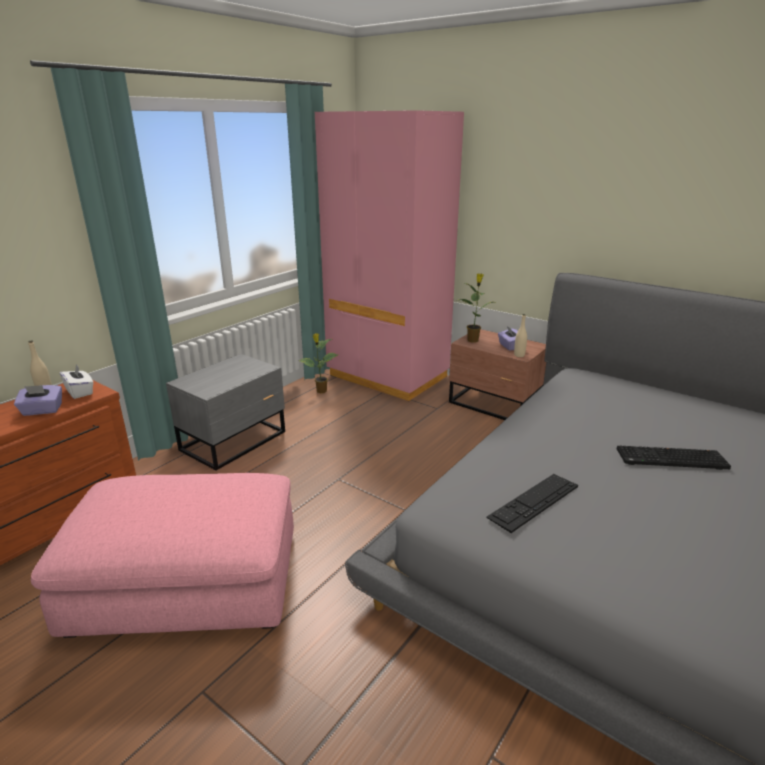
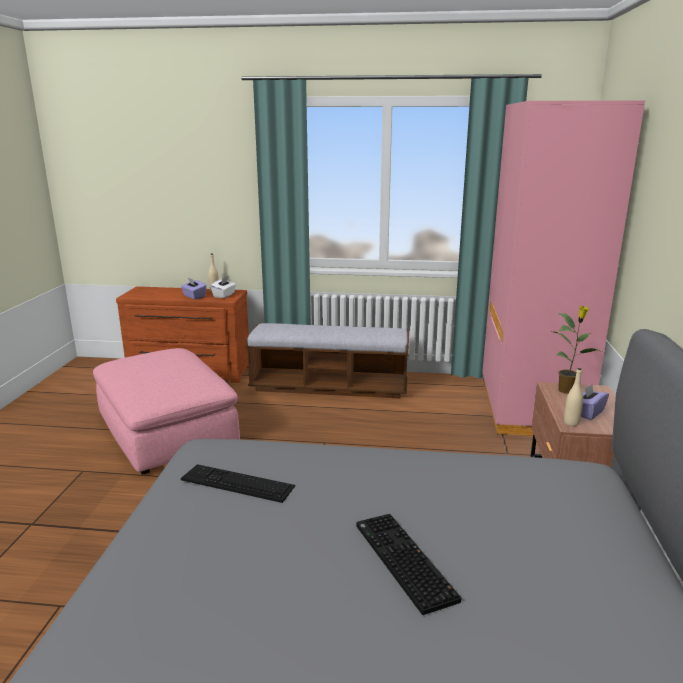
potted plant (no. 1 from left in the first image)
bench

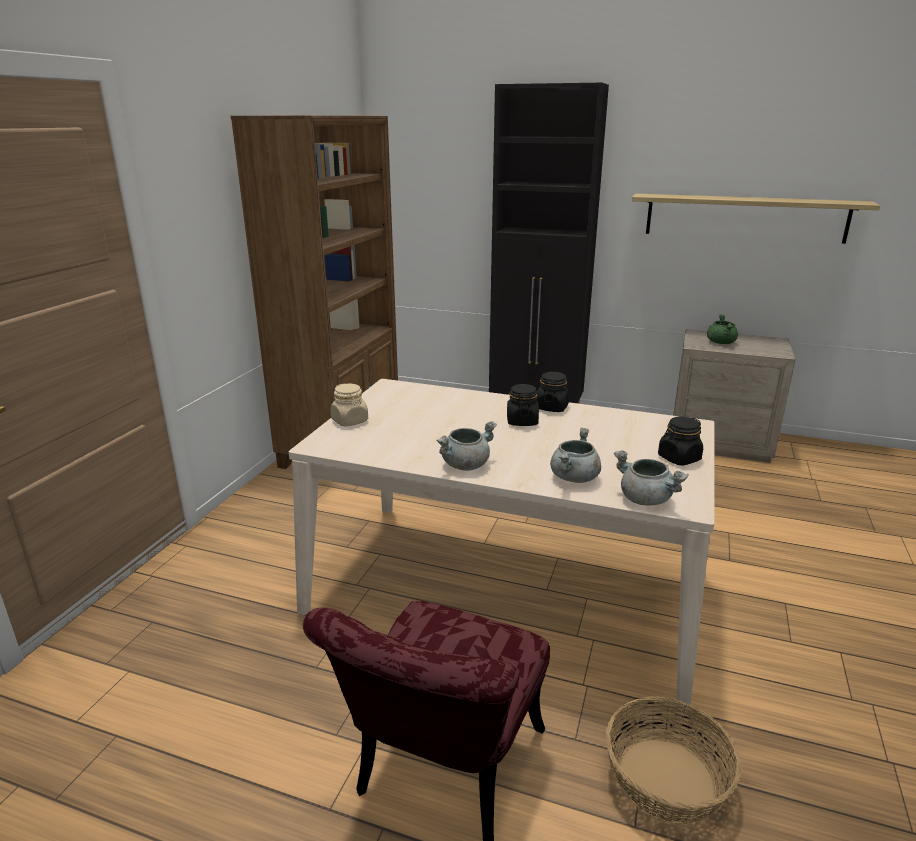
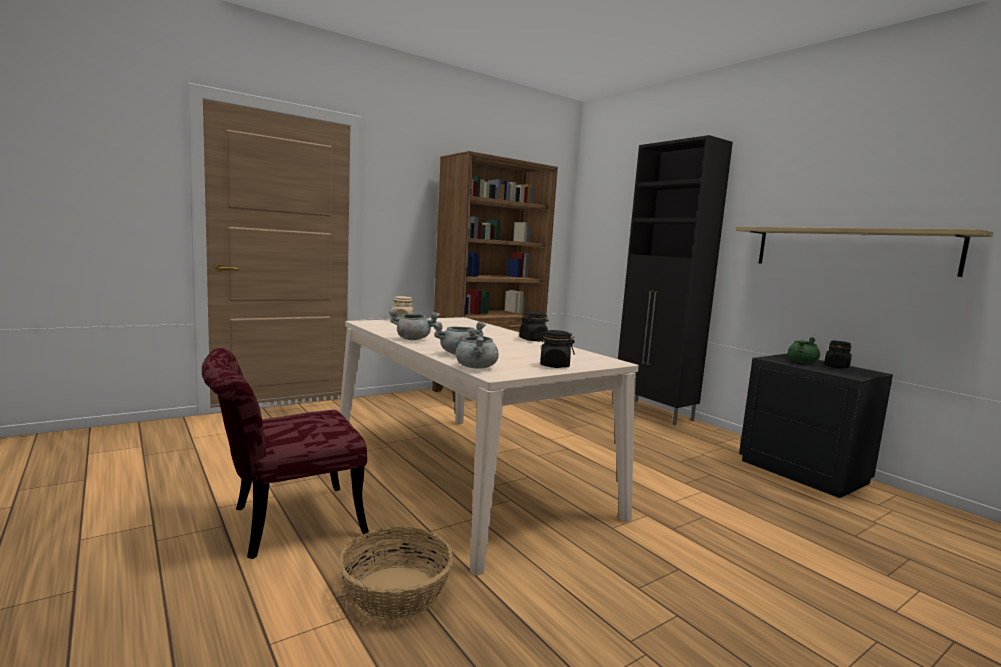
nightstand (black)
jar (black) (no. 3 from left)

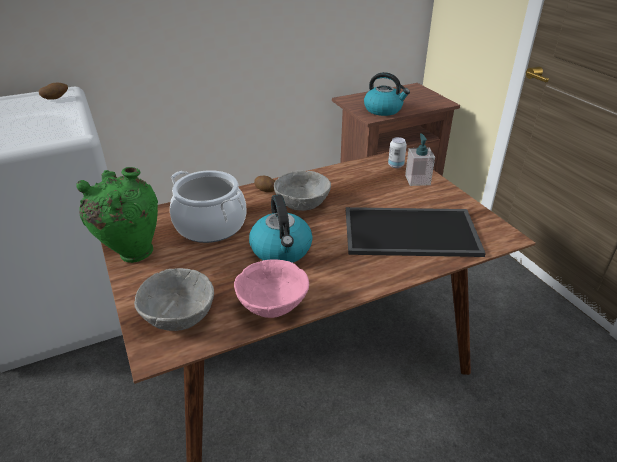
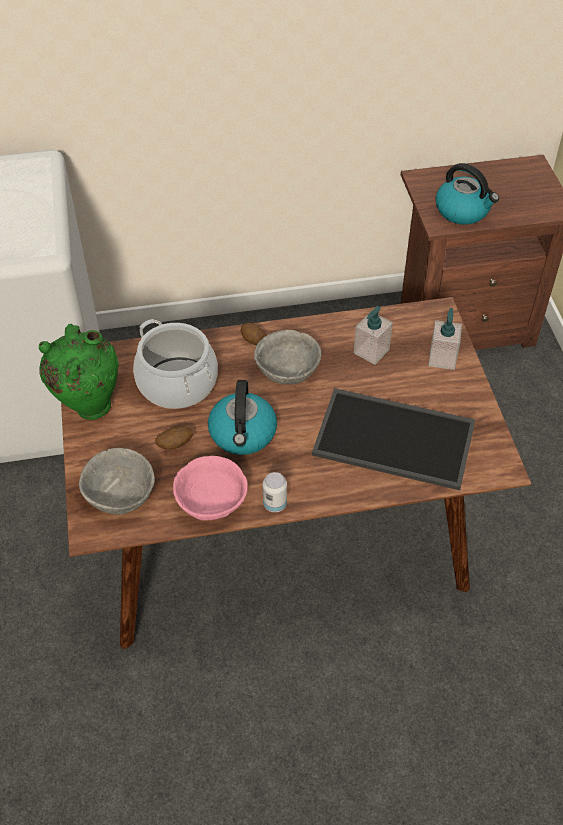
potato (no. 1 from left)
can
soap dispenser (no. 1 from left)

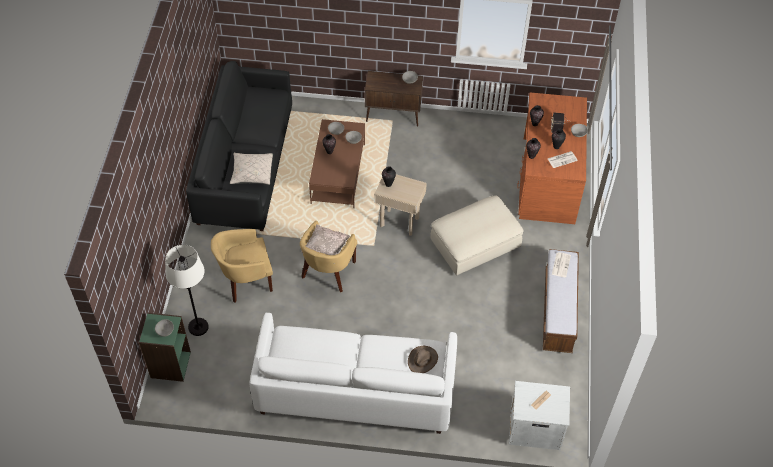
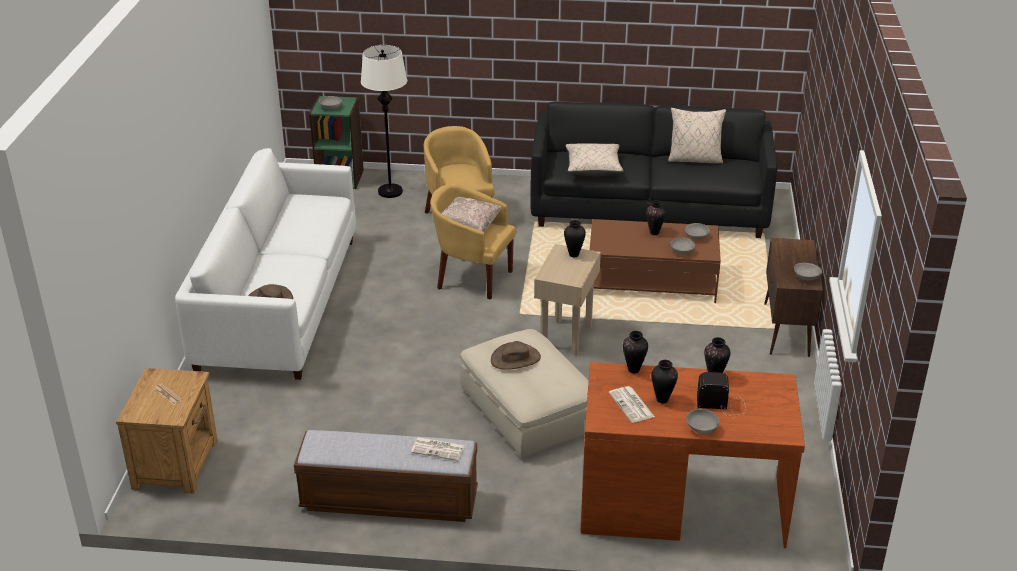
nightstand (brown)
pillow (beige) (no. 3 from left)
hat (brown) (no. 2 from left)

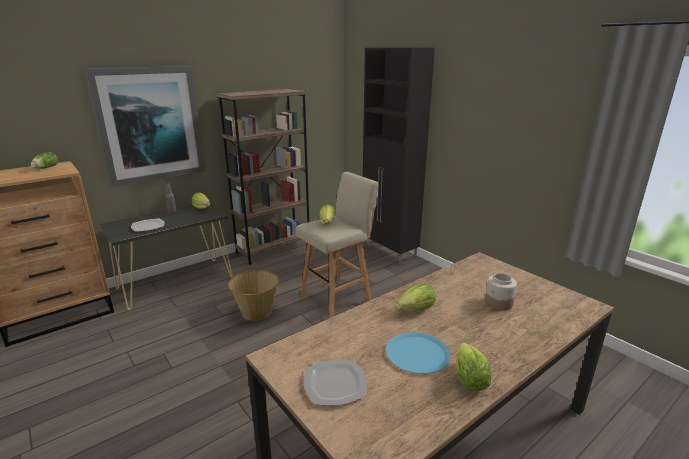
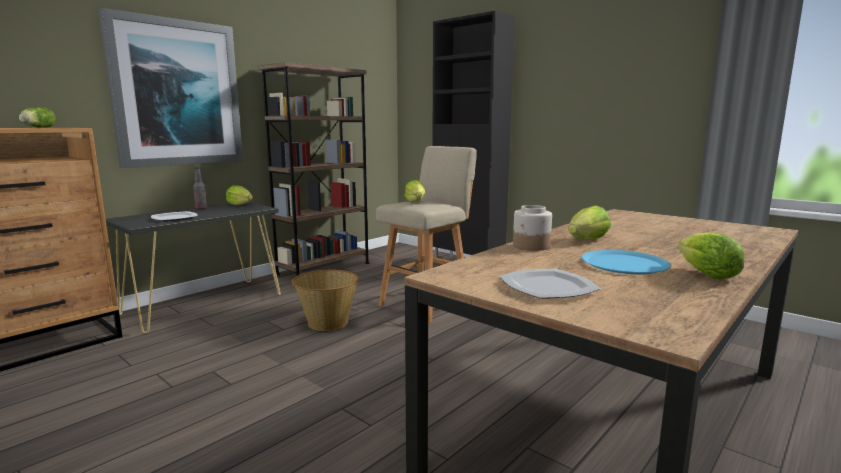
jar

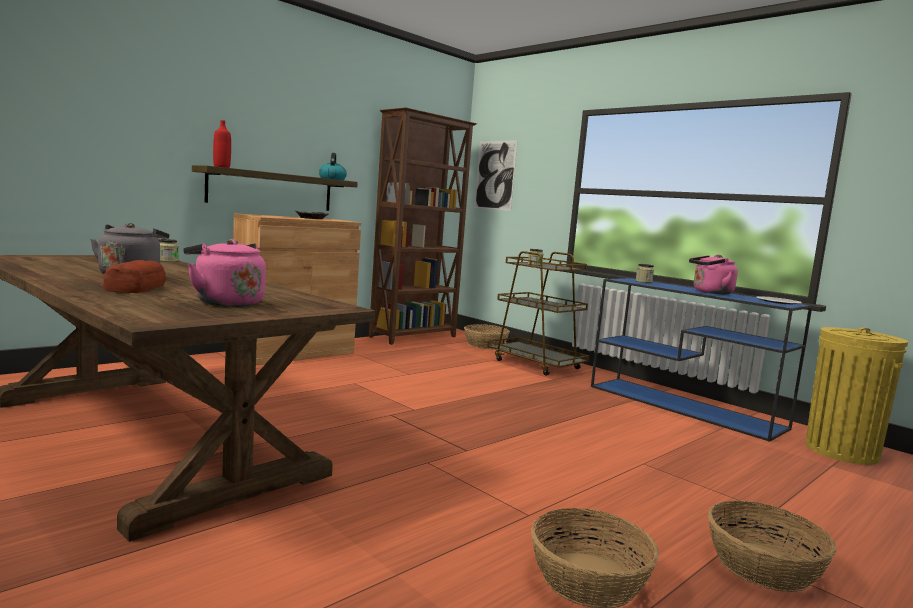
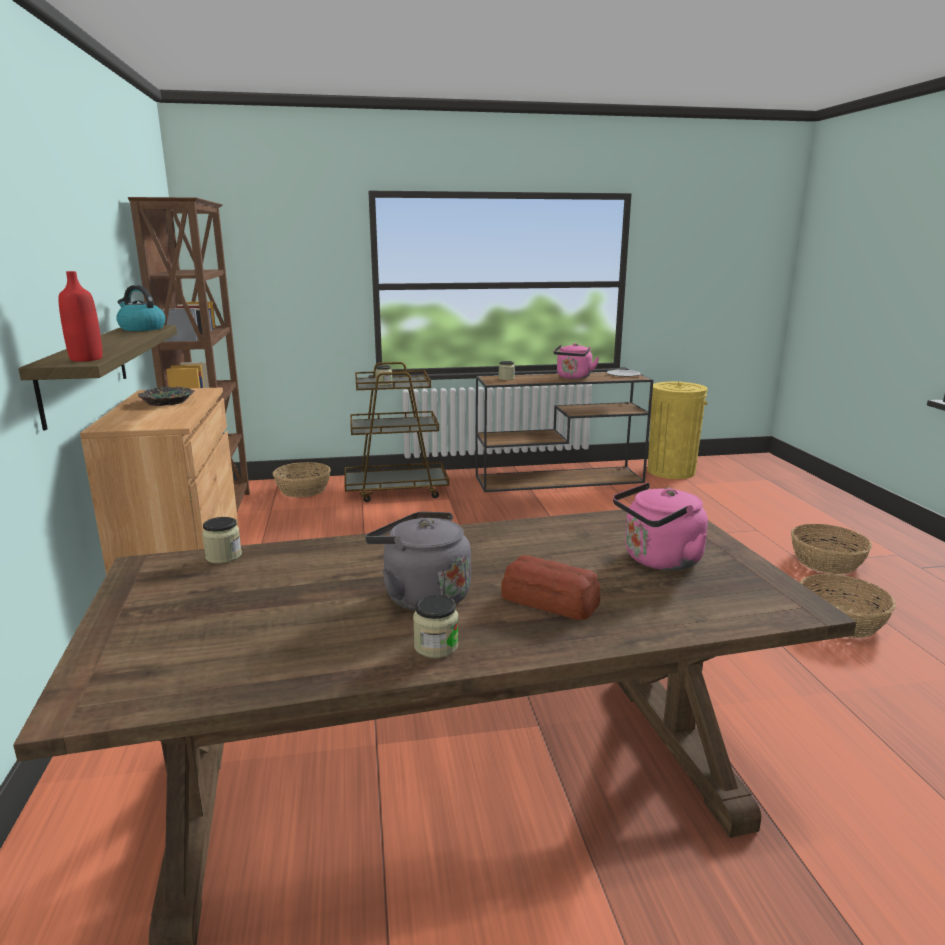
picture
console table (brown)
jar (no. 3 from left)

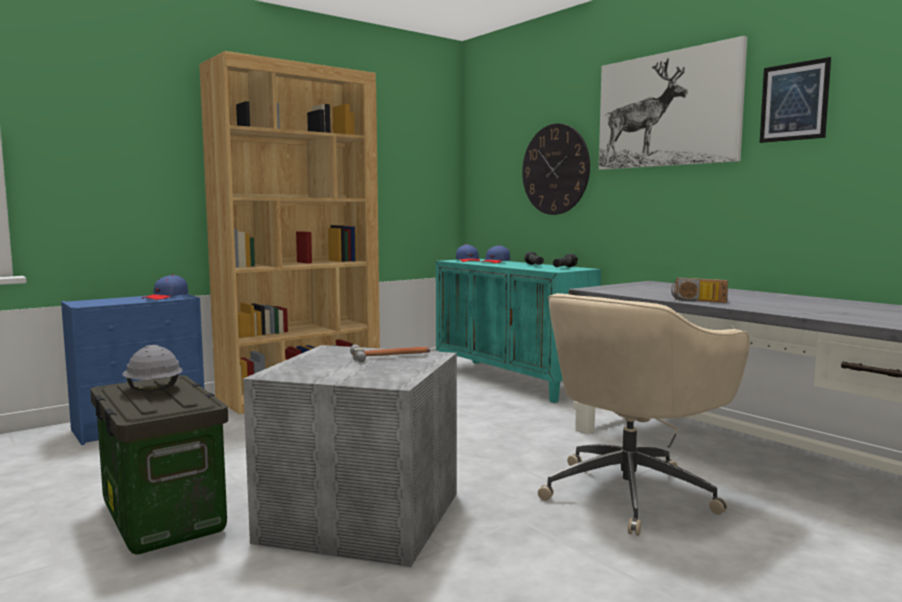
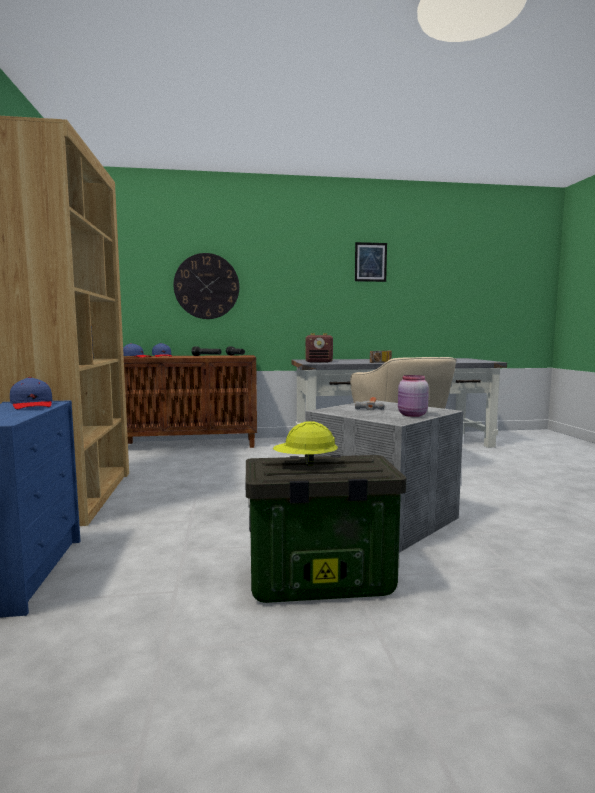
picture (no. 1 from left in the first image)
cabinet (brown)
hard hat (yellow)
radio (no. 1 from left)
jar (pink)

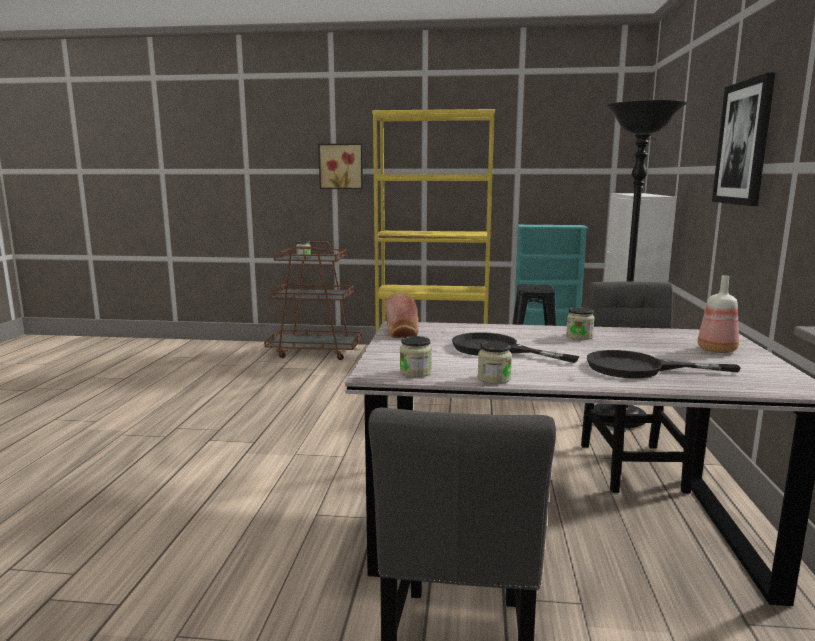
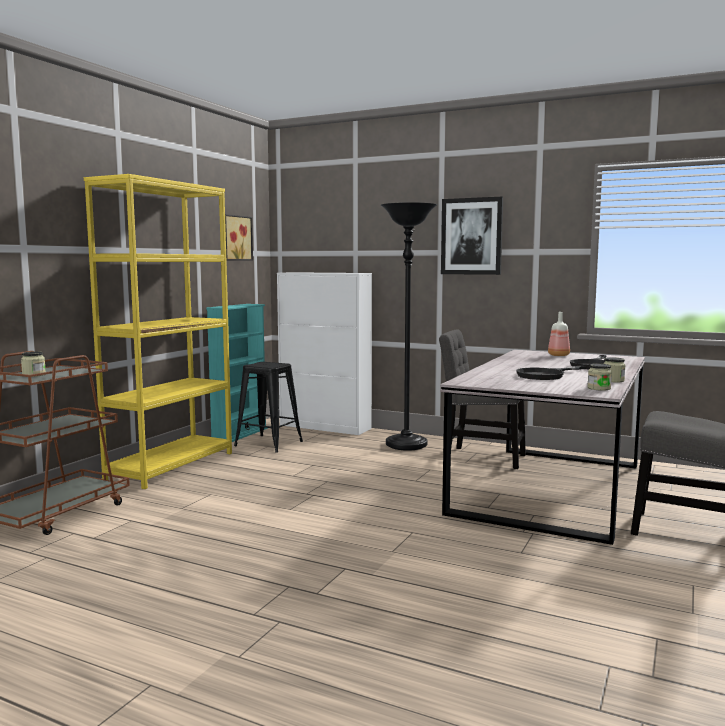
picture (no. 1 from left)
bread
jar (no. 4 from left in the first image)

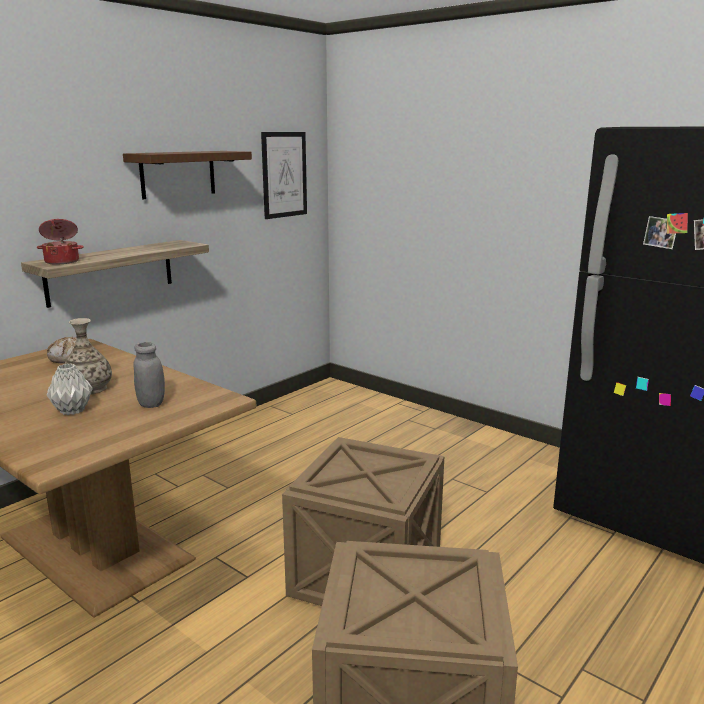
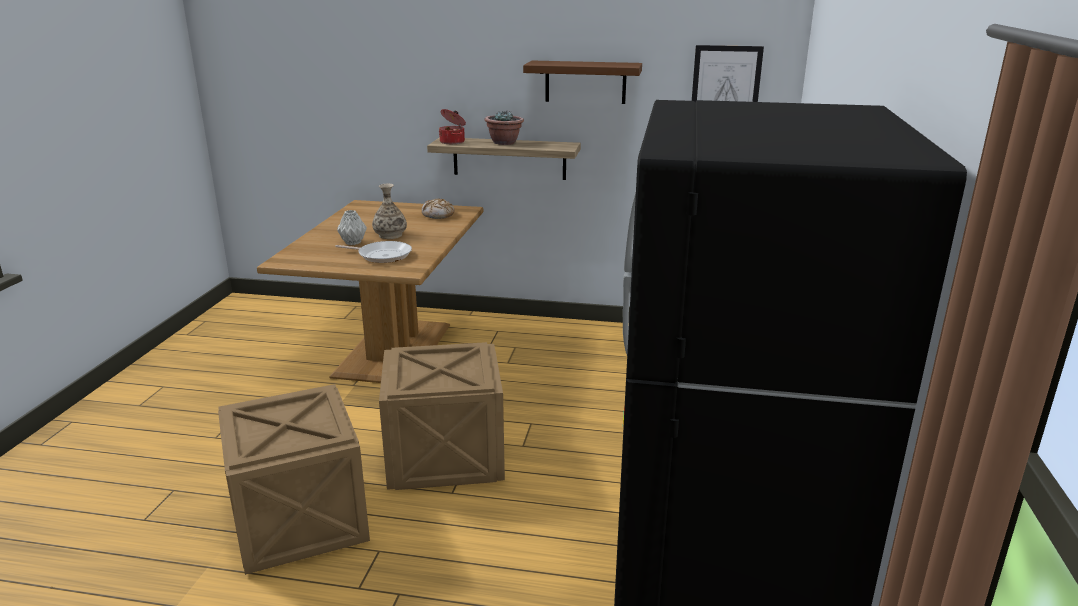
frying pan
potted plant

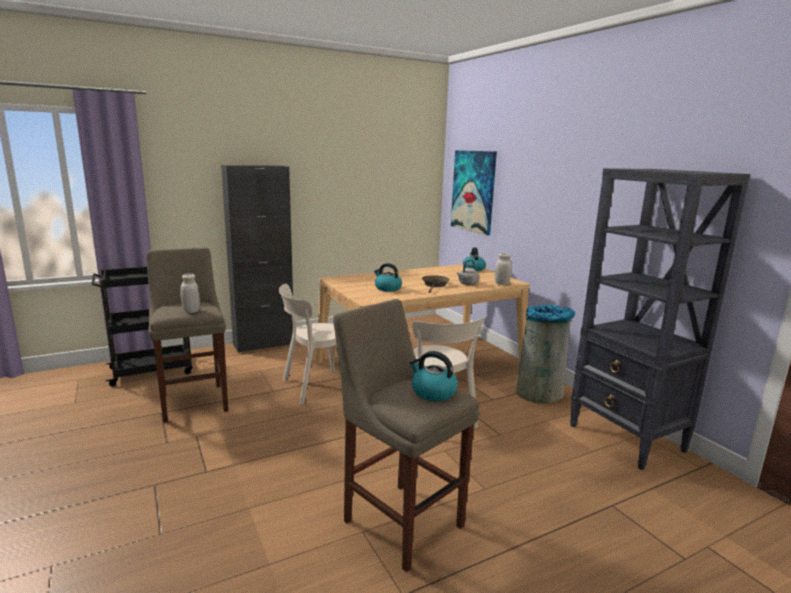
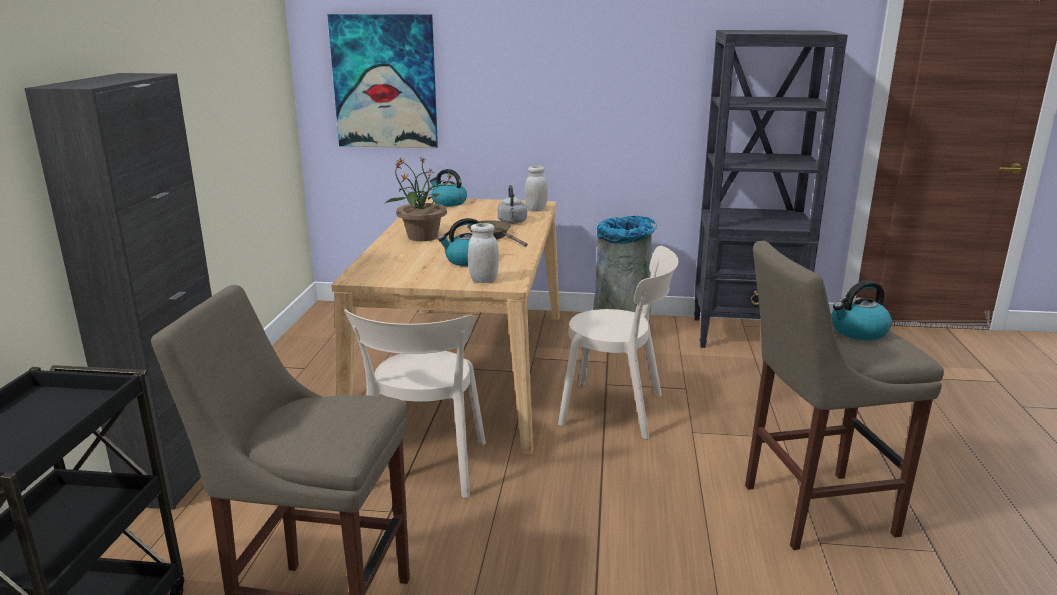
jar (white) (no. 1 from left)
potted plant

